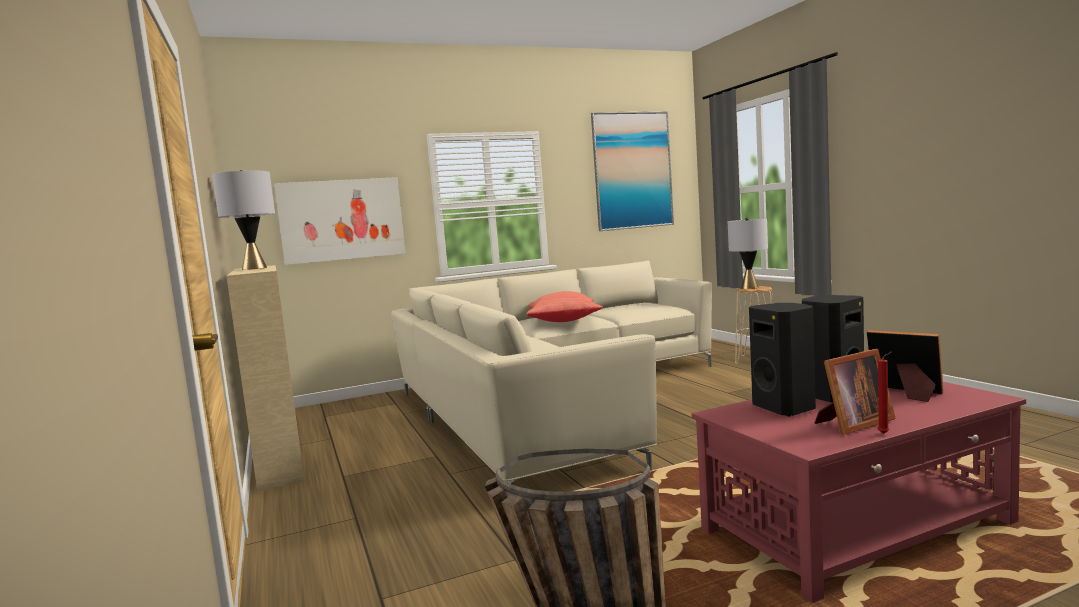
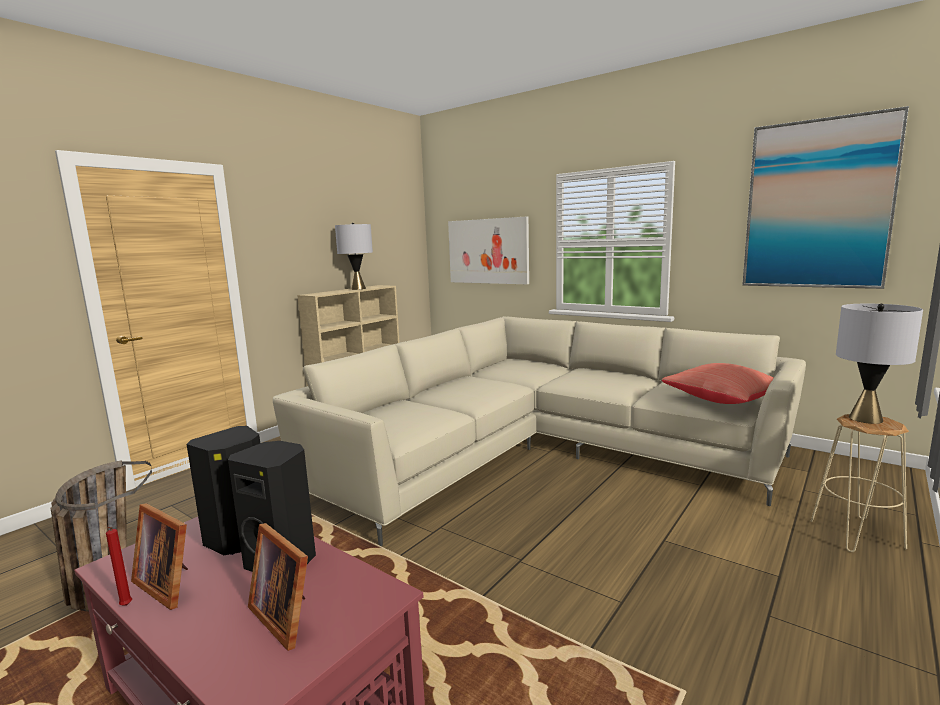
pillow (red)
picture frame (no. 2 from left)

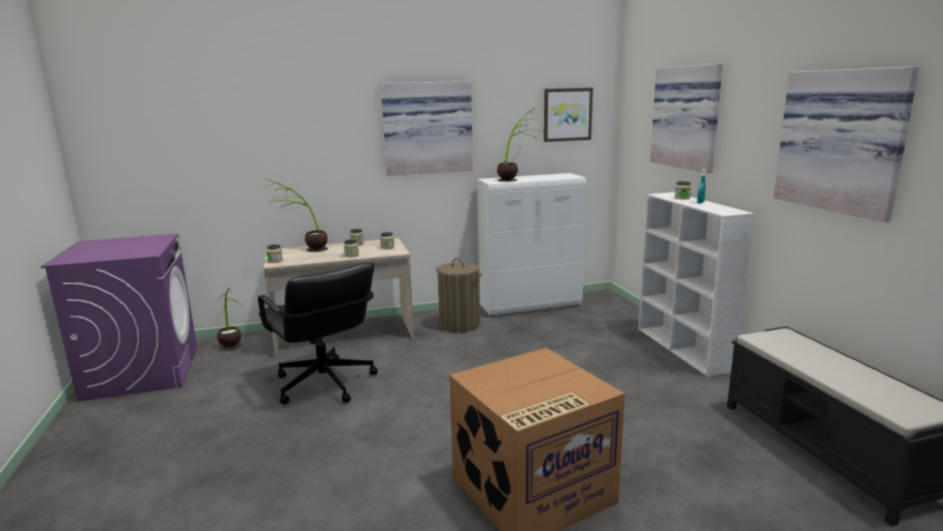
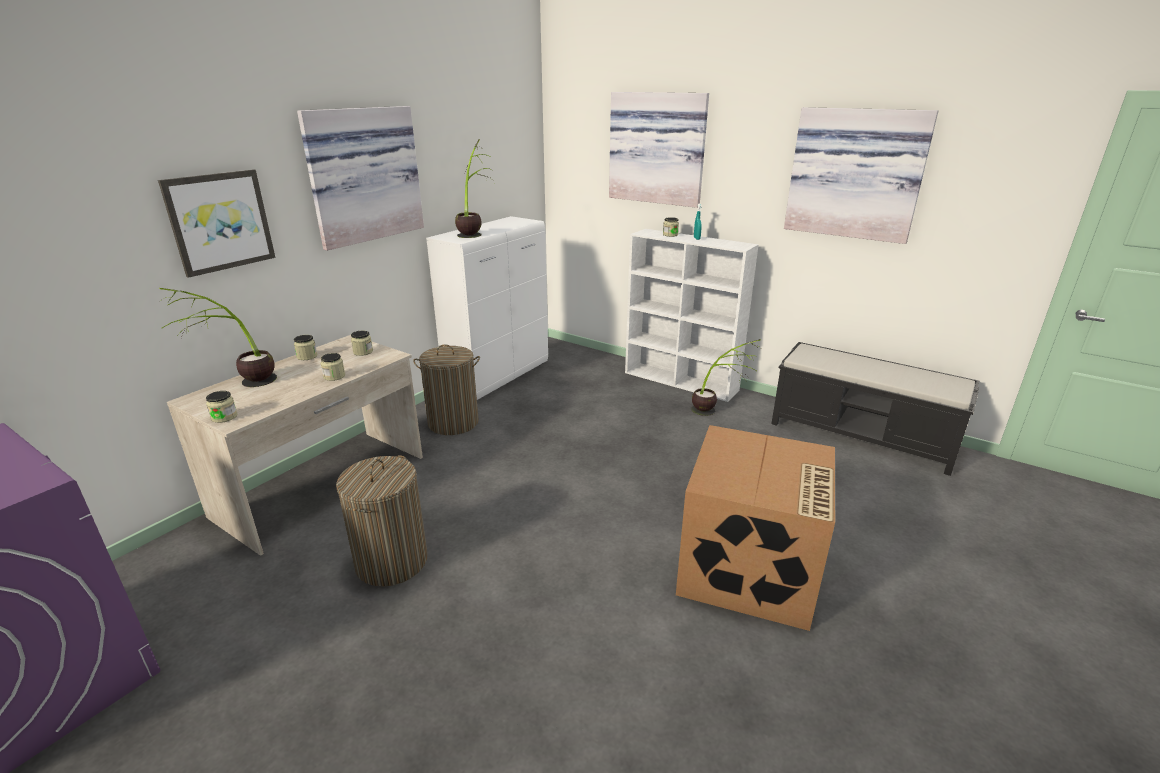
picture (no. 1 from left)
laundry basket (no. 1 from left)
potted plant (no. 3 from left)

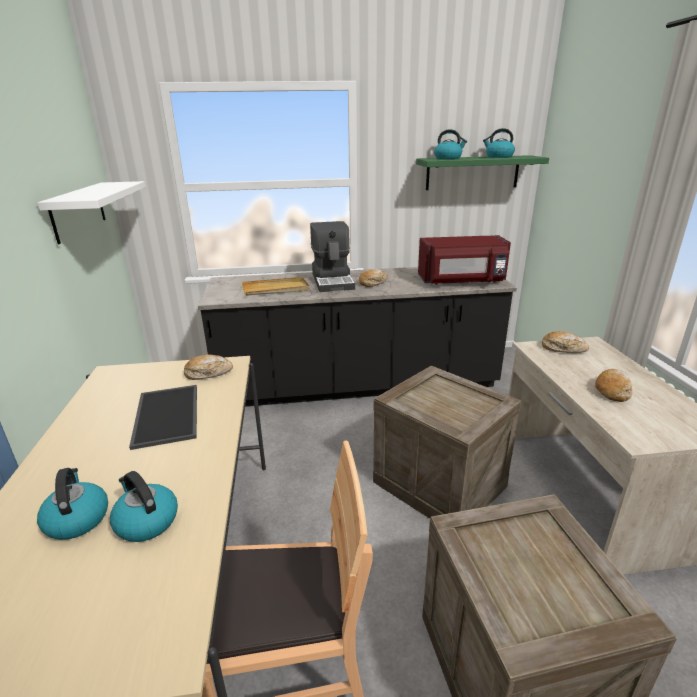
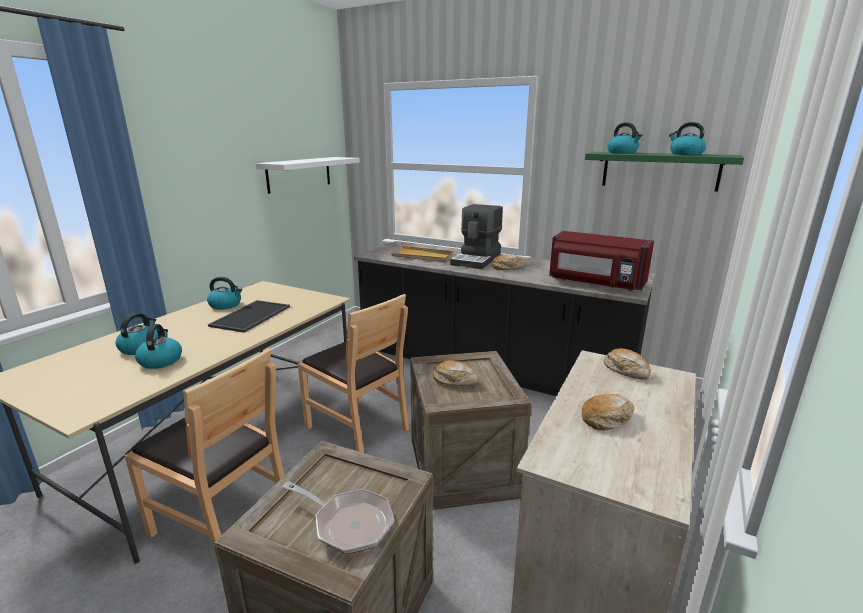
bread (no. 1 from left)
kettle (no. 3 from left)
chair (brown) (no. 2 from left)
frying pan

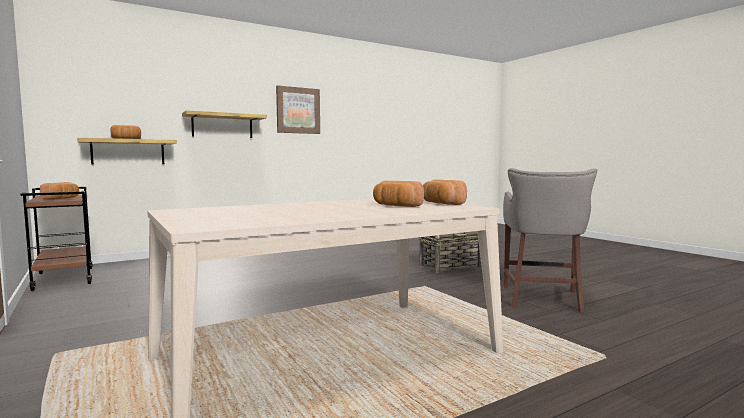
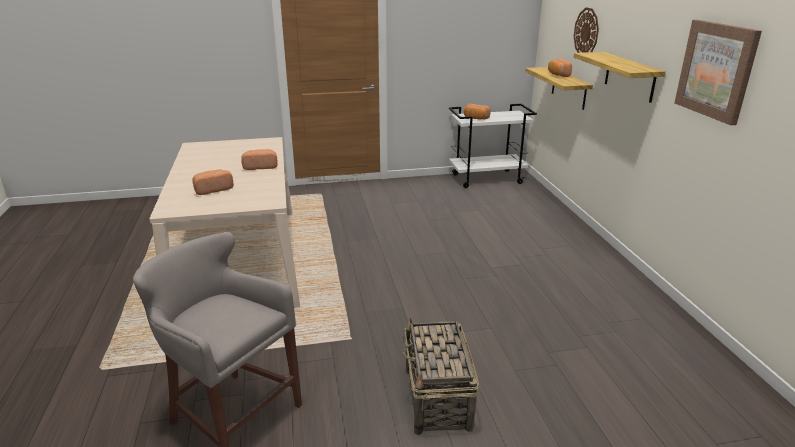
bread (no. 2 from left)
cart (white)
wall clock

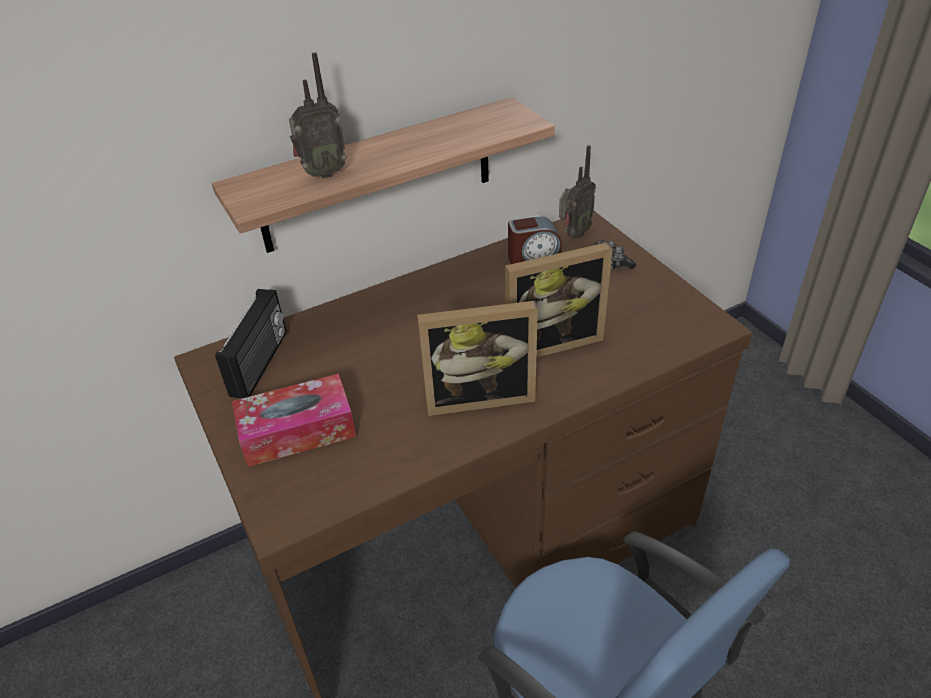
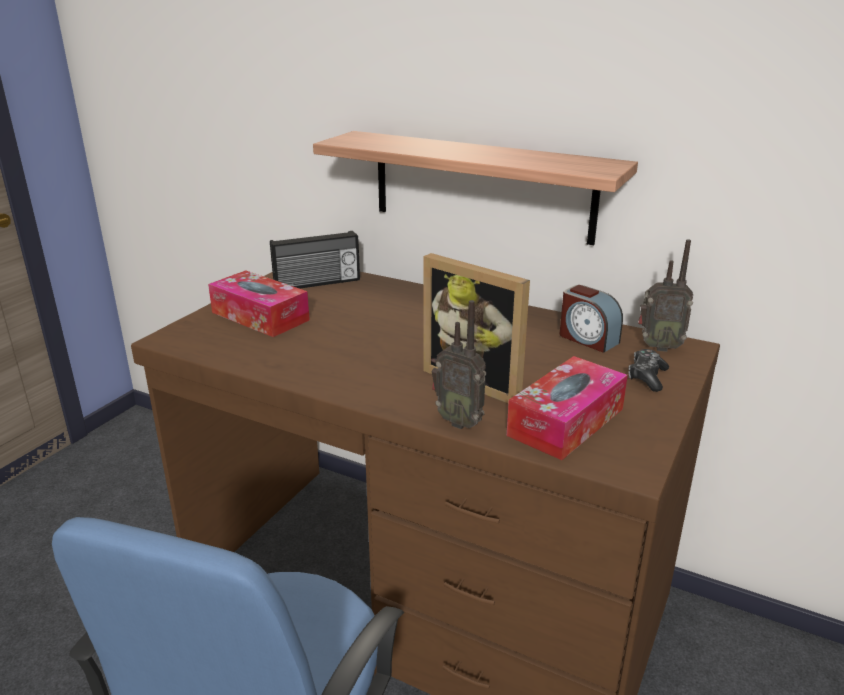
radio (no. 2 from left)
picture frame (no. 1 from left in the first image)
tissue box (no. 2 from left)

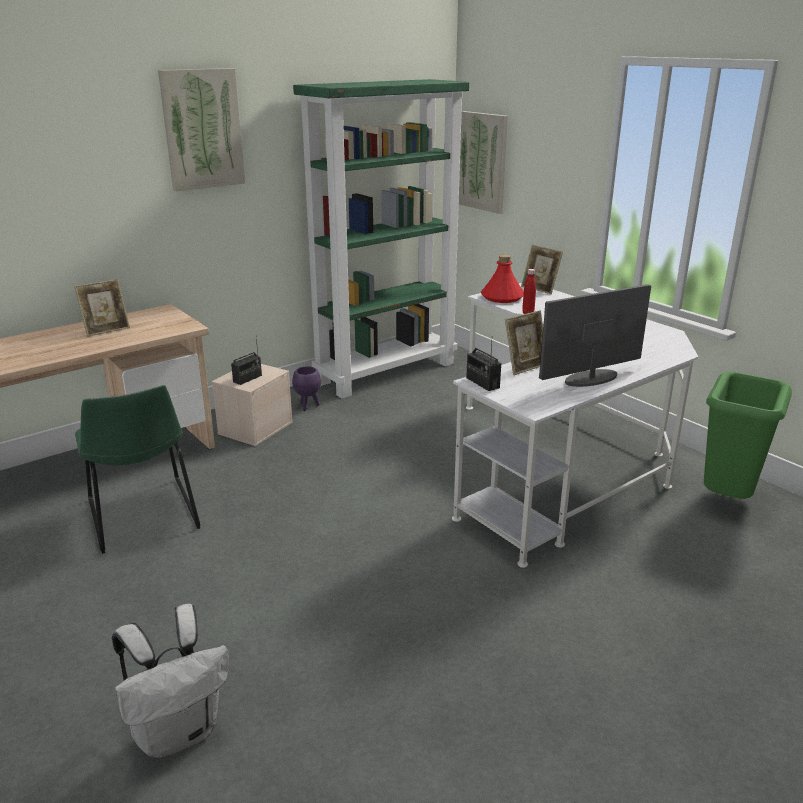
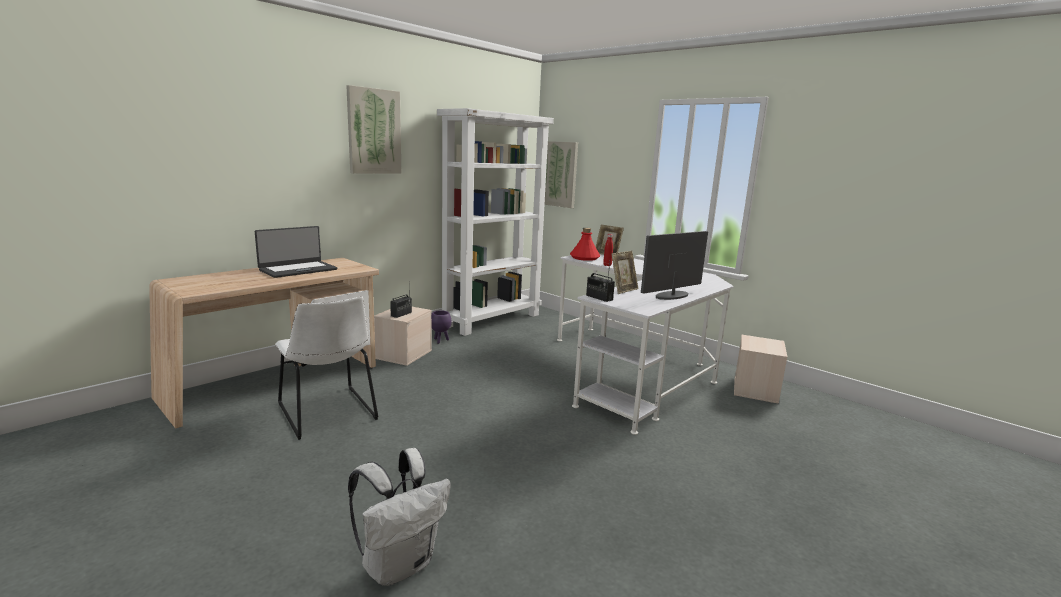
bookcase (white)
laptop
storage box (beige) (no. 2 from left)
chair (white)

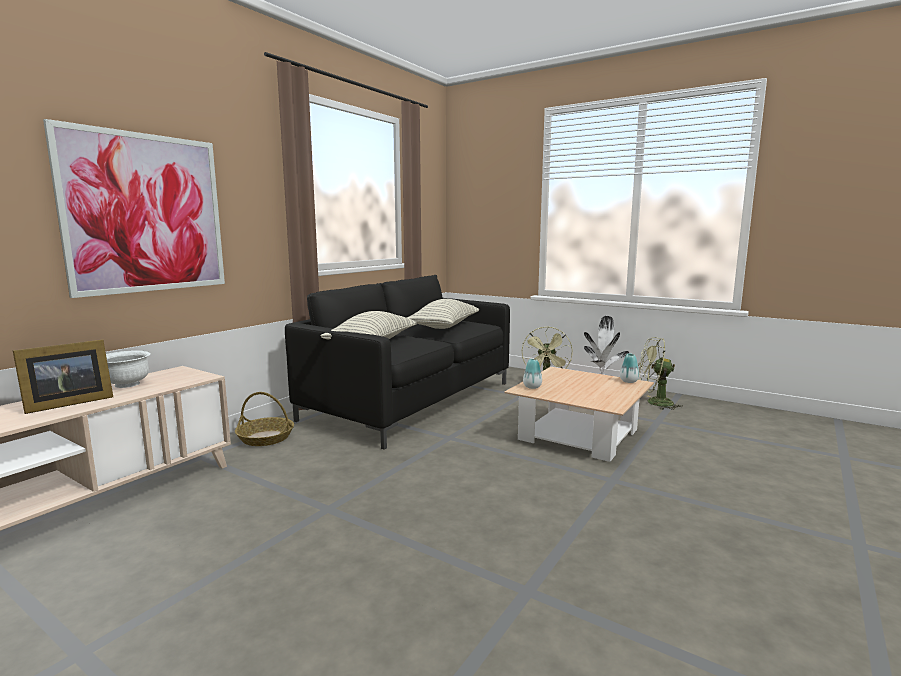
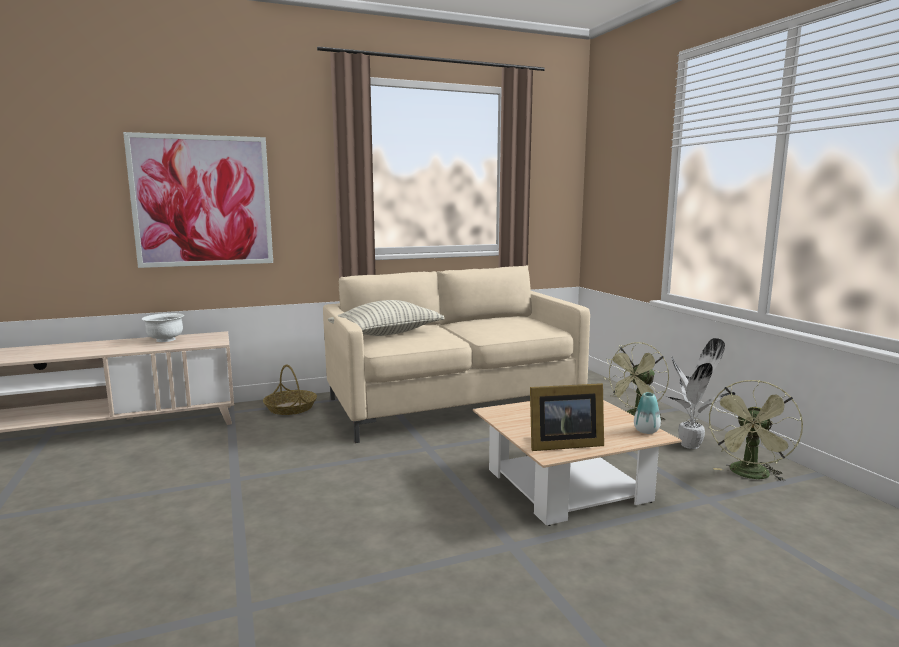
sofa (beige)
pillow (no. 2 from left in the first image)
fan (green) (no. 2 from left)
picture frame
vase (no. 1 from left in the first image)

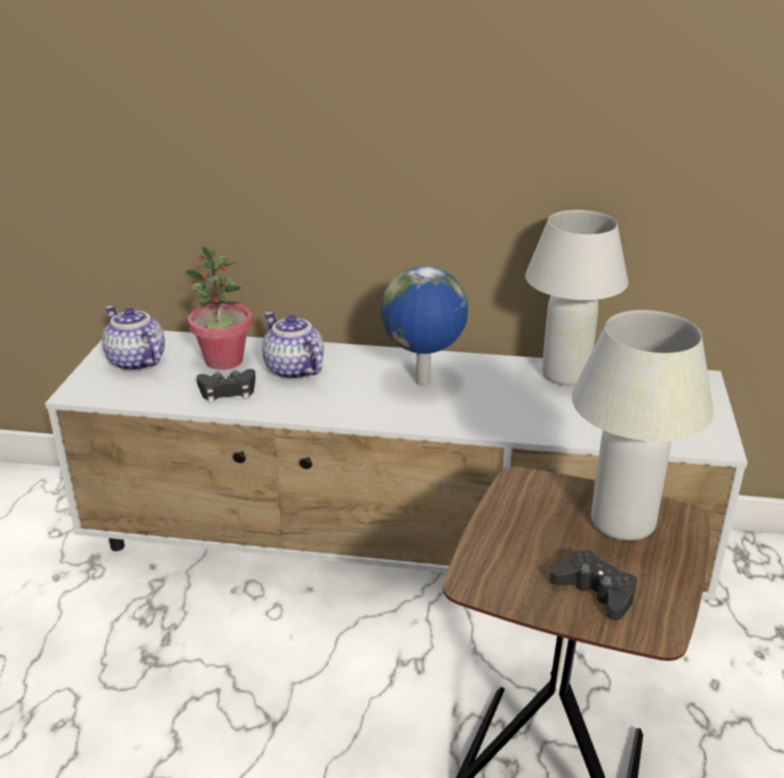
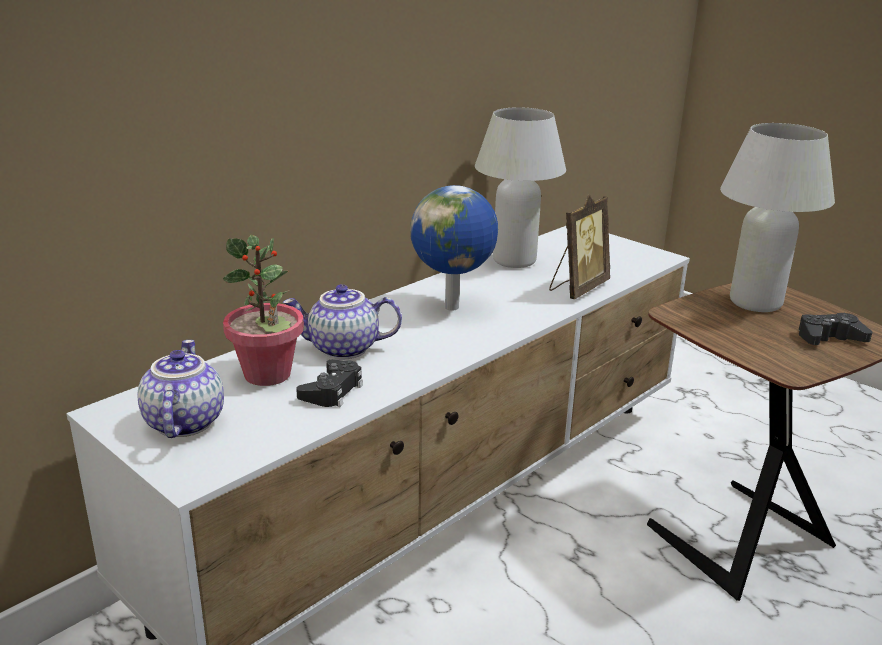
teapot (no. 1 from left)
picture frame

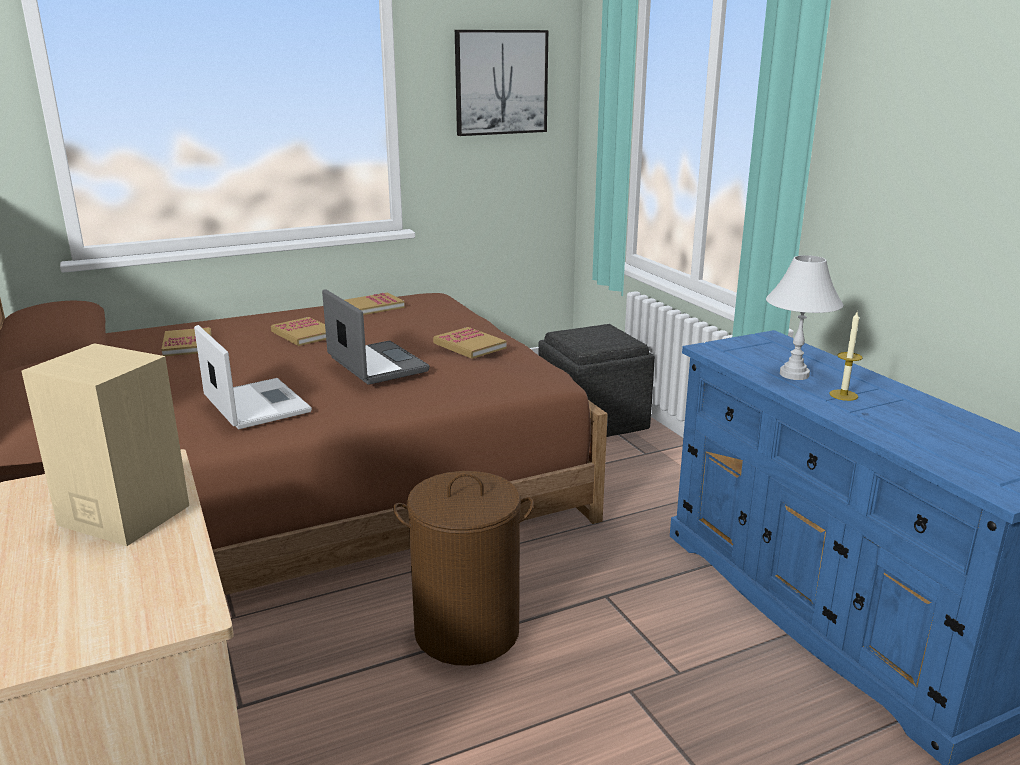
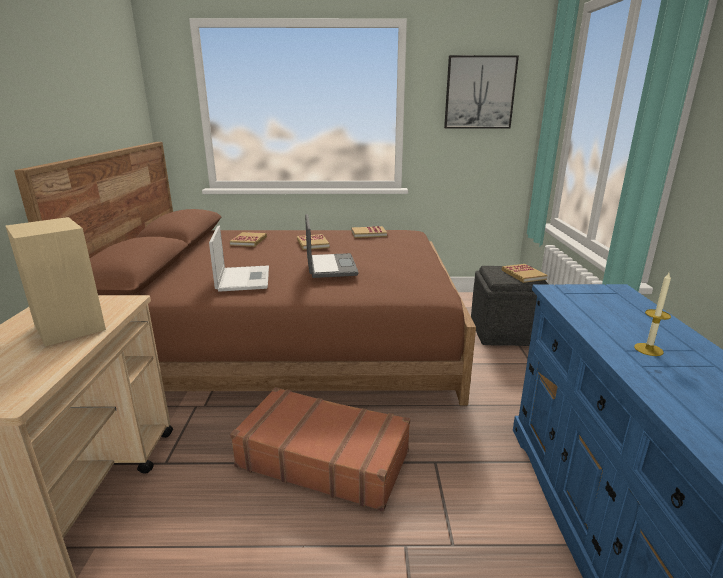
table lamp (white)
book (no. 4 from left)
suitcase (brown)

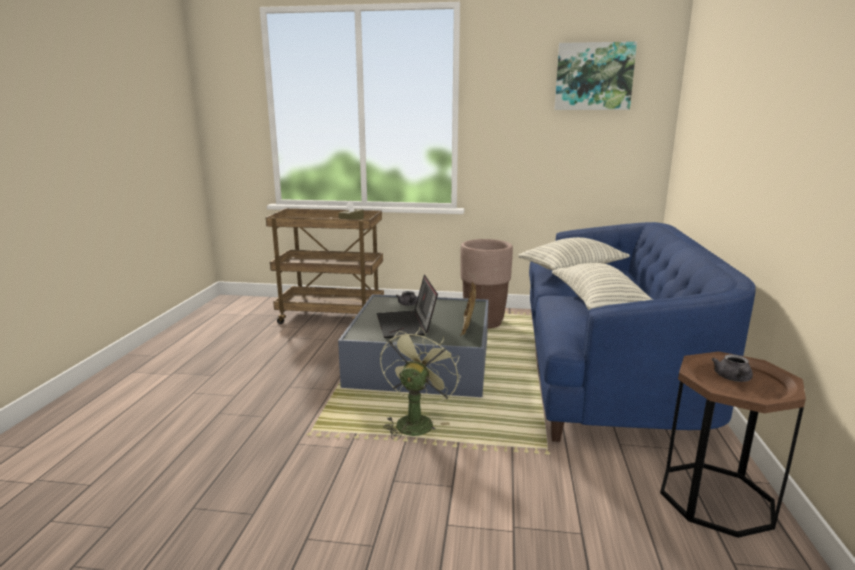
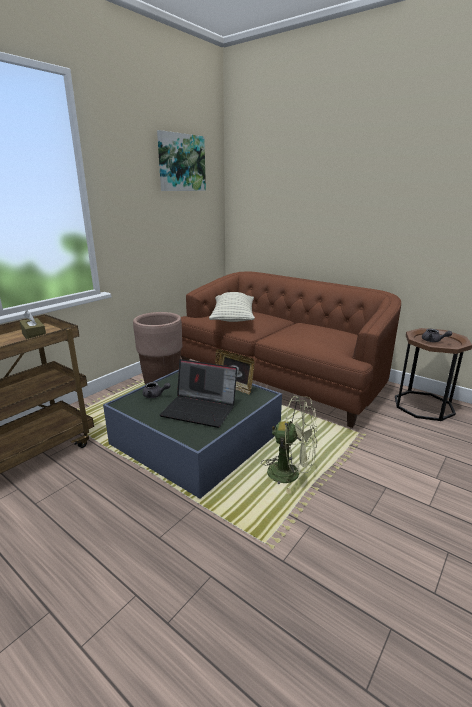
sofa (brown)
pillow (no. 2 from left in the first image)
fan (green)

